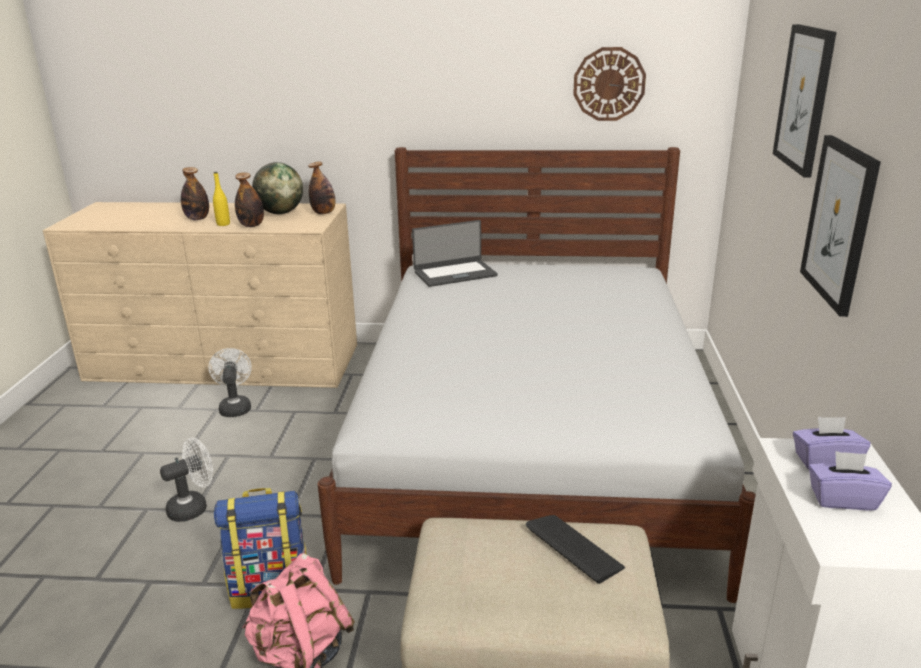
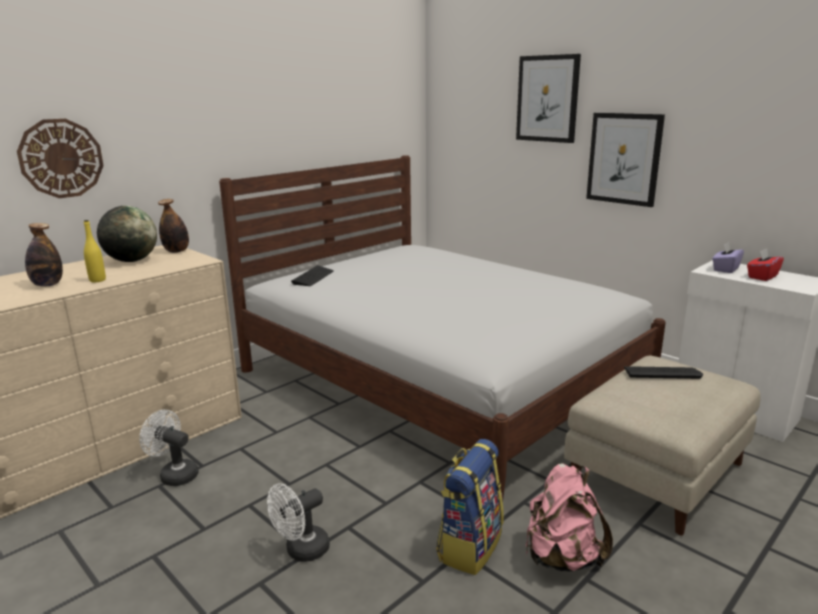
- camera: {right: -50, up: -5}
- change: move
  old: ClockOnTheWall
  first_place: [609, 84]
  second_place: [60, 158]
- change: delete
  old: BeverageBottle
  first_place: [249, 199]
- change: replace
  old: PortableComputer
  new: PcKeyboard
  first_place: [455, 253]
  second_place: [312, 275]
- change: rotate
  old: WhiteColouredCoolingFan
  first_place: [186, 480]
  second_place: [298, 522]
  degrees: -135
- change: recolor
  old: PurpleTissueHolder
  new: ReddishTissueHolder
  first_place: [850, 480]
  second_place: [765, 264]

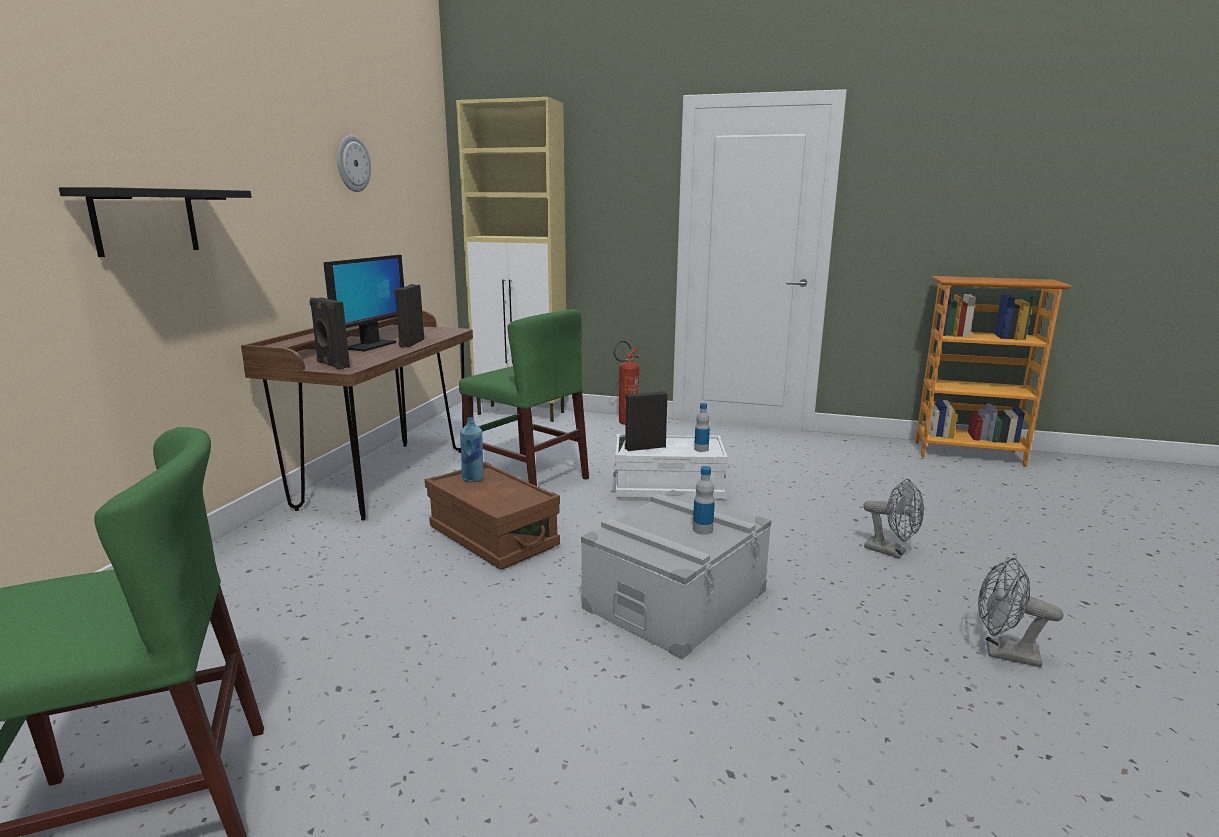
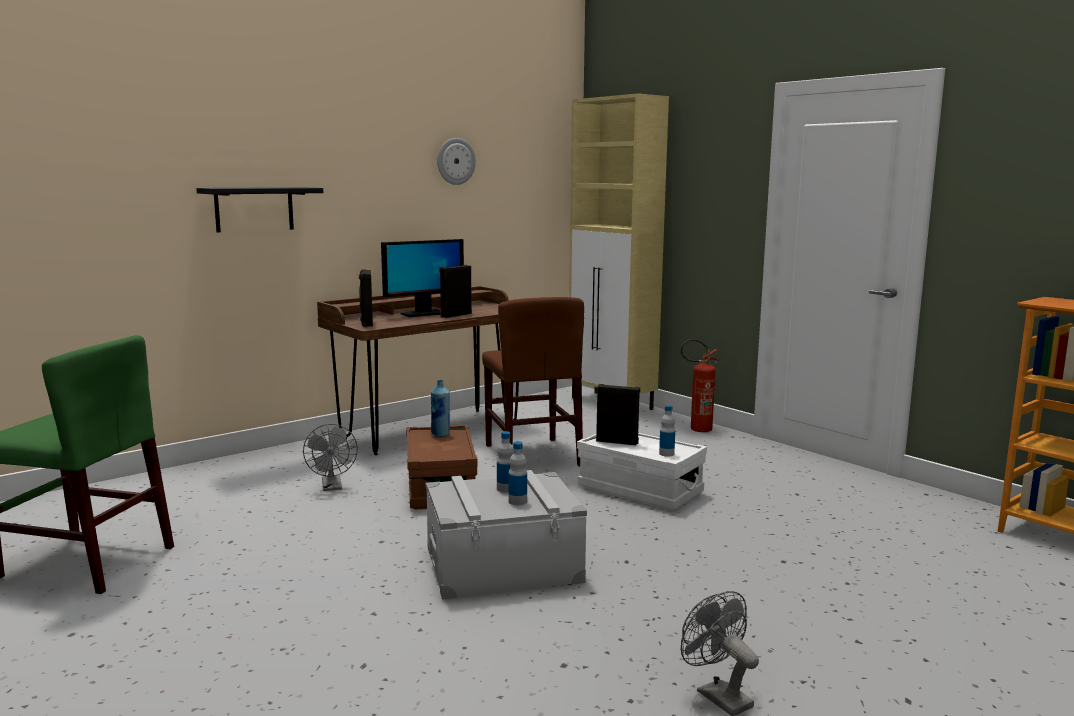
- camera: {right: 35, up: -5}
- change: recolor
  old: GreenColouredPlainChair
  new: BrownishPlainChair
  first_place: [524, 397]
  second_place: [533, 382]
- change: move
  old: GreyishCoolingFan
  first_place: [894, 519]
  second_place: [330, 457]
- change: insert
  new: BeverageBottle
  second_place: [505, 462]

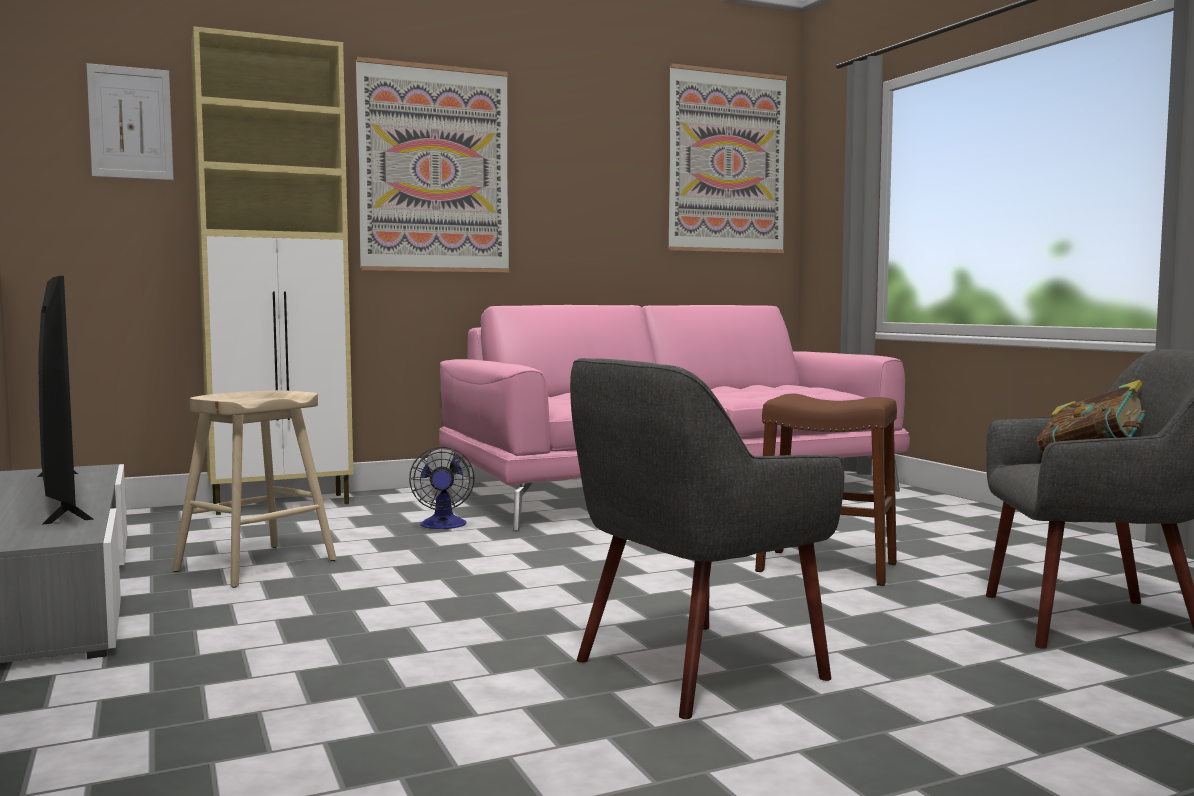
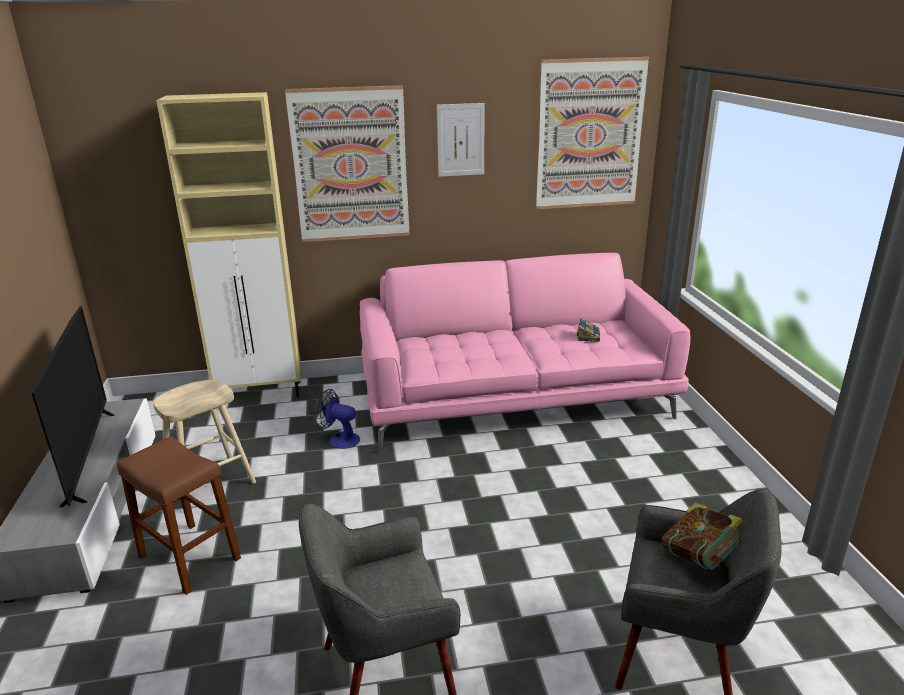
- camera: {right: 15, up: 20}
- change: move
  old: WallArt
  first_place: [129, 121]
  second_place: [460, 140]
- change: move
  old: BrownishStool
  first_place: [826, 490]
  second_place: [179, 515]
- change: rotate
  old: CoolingFan
  first_place: [442, 488]
  second_place: [337, 419]
  degrees: 105
- change: insert
  new: BoundBook
  second_place: [588, 330]

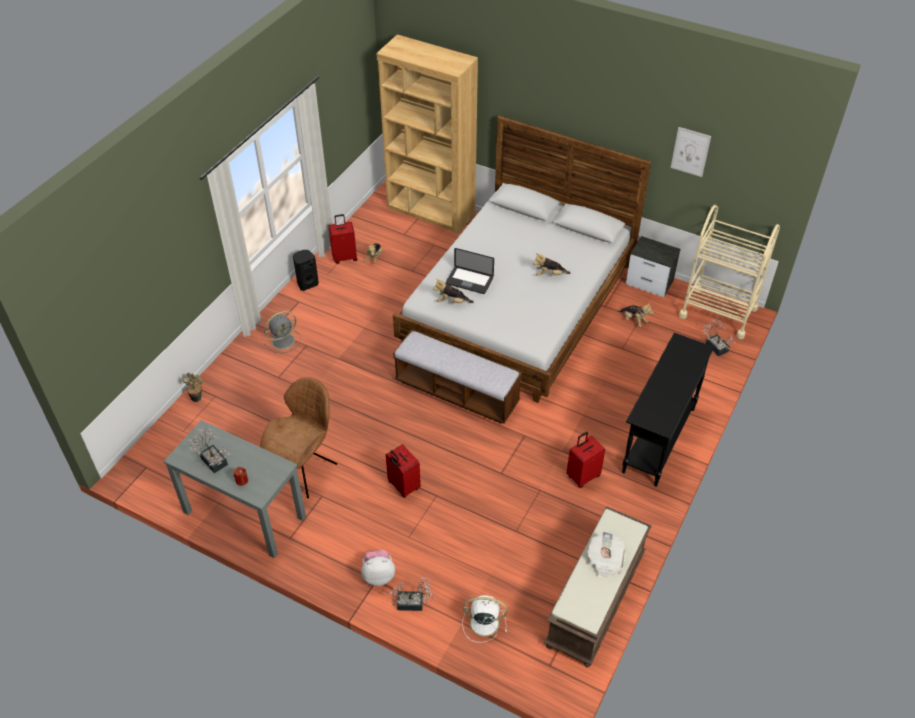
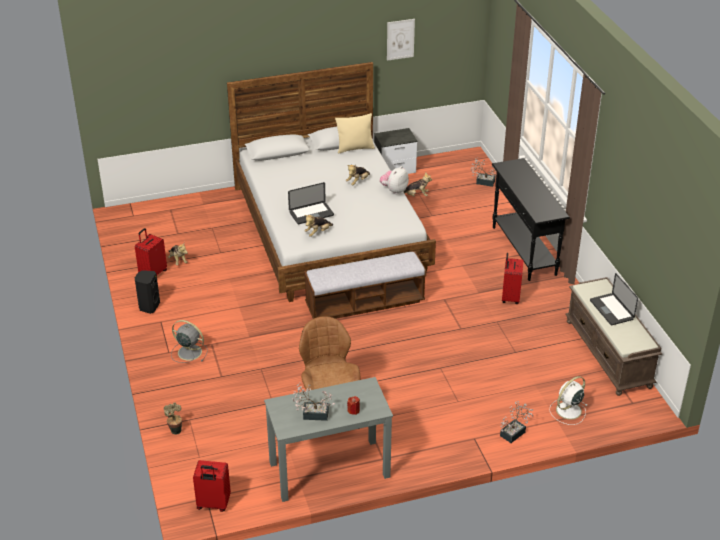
- camera: {right: -45, up: -10}
- change: delete
  old: BrownishBookcase
  first_place: [427, 134]
- change: delete
  old: BeigeCart
  first_place: [729, 272]
- change: rotate
  old: GreyishCoolingFan
  first_place: [282, 332]
  second_place: [189, 341]
  degrees: -75
- change: move
  old: ReddishSuitcase
  first_place: [403, 471]
  second_place: [212, 486]
- change: replace
  old: PrintedPaper
  new: PortableComputer
  first_place: [606, 554]
  second_place: [614, 299]
- change: move
  old: CuddlyToy
  first_place: [378, 568]
  second_place: [394, 180]
- change: insert
  new: BeigeCushion
  second_place: [355, 133]

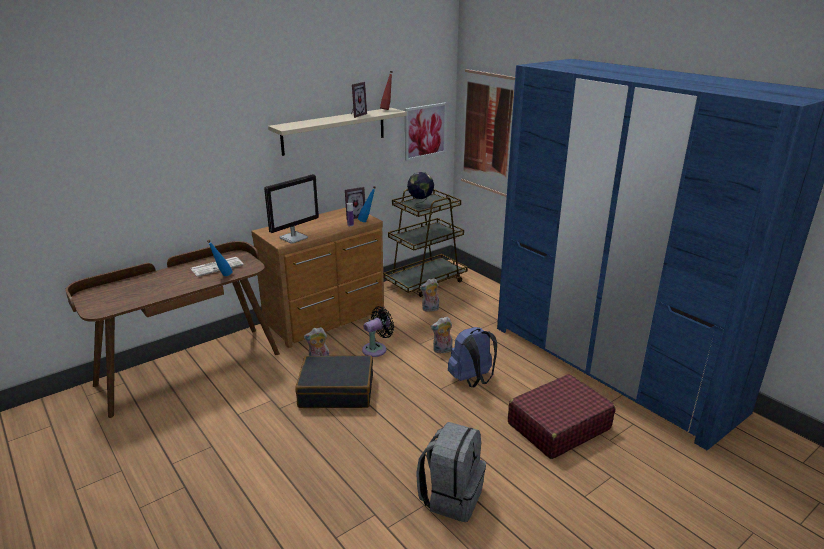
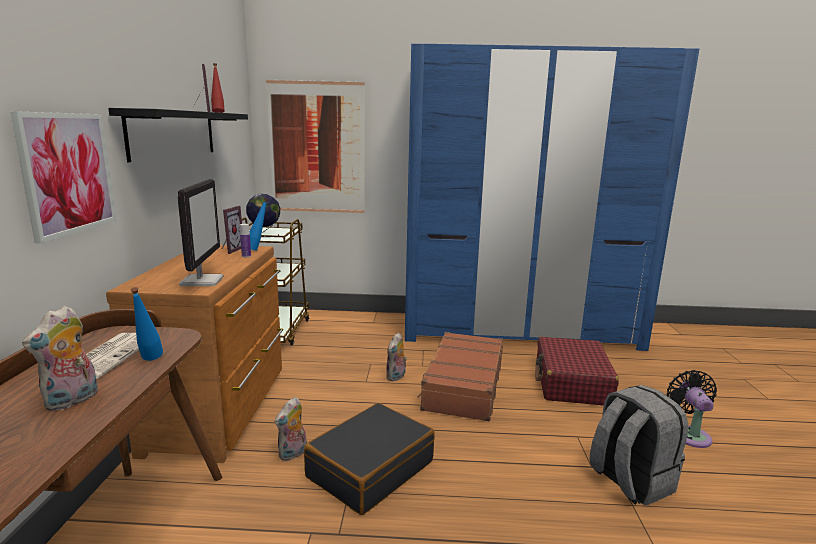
- camera: {right: -50, up: -10}
- change: move
  old: WallArt
  first_place: [426, 132]
  second_place: [63, 177]
- change: recolor
  old: BeigeShelf
  new: BlackishShelf
  first_place: [337, 132]
  second_place: [178, 135]
- change: move
  old: CuddlyToy
  first_place: [429, 295]
  second_place: [60, 358]
- change: move
  old: BlackishCoolingFan
  first_place: [378, 331]
  second_place: [692, 409]
- change: replace
  old: BlueBackpack
  new: BrownishSuitcase
  first_place: [472, 357]
  second_place: [460, 376]

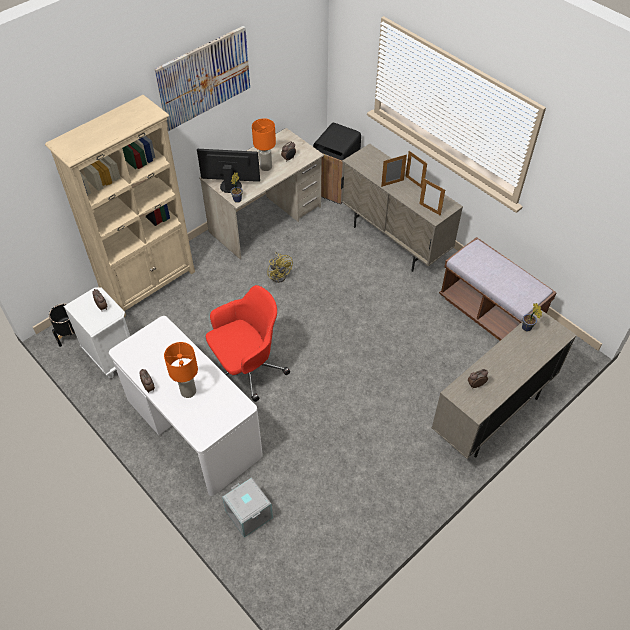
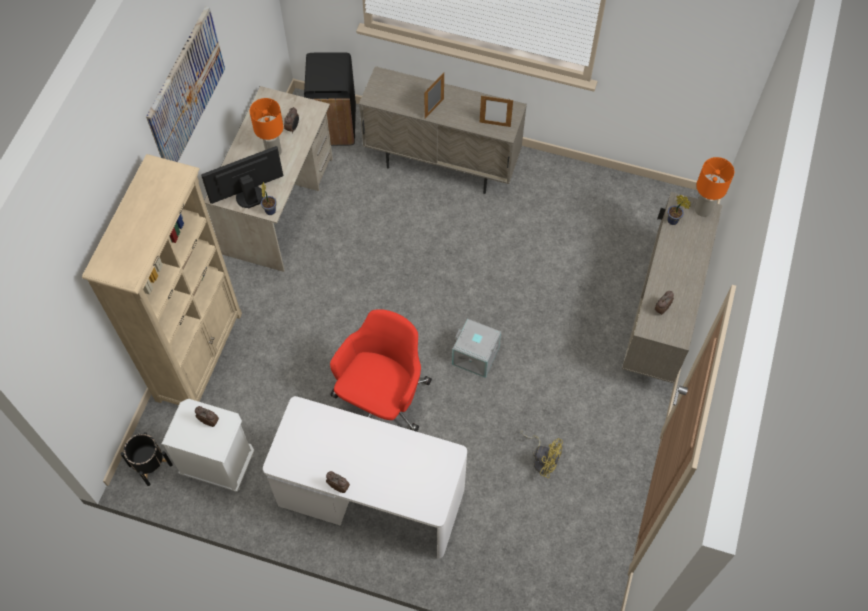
- camera: {right: -30, up: 10}
- change: delete
  old: PictureFrame
  first_place: [416, 169]
- change: delete
  old: BrownishBench
  first_place: [498, 289]
- change: move
  old: YellowCoolingFan
  first_place: [280, 267]
  second_place: [541, 454]
- change: move
  old: OrangeyTabletopLamp
  first_place: [181, 370]
  second_place: [714, 187]
- change: move
  old: GreyishStorageBox
  first_place: [247, 507]
  second_place: [476, 348]

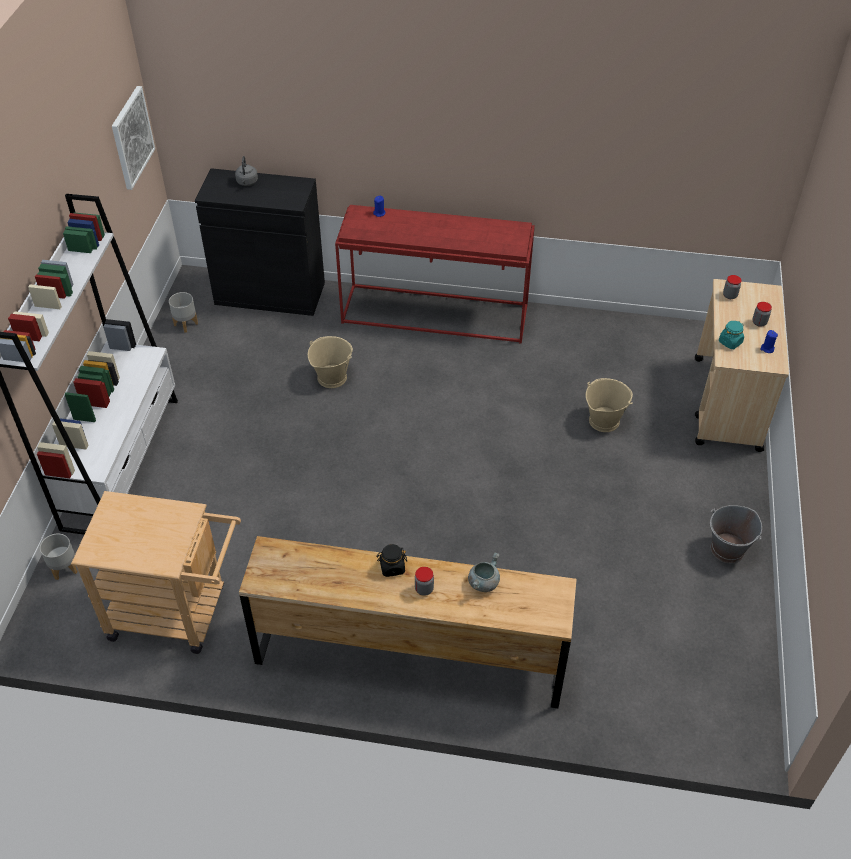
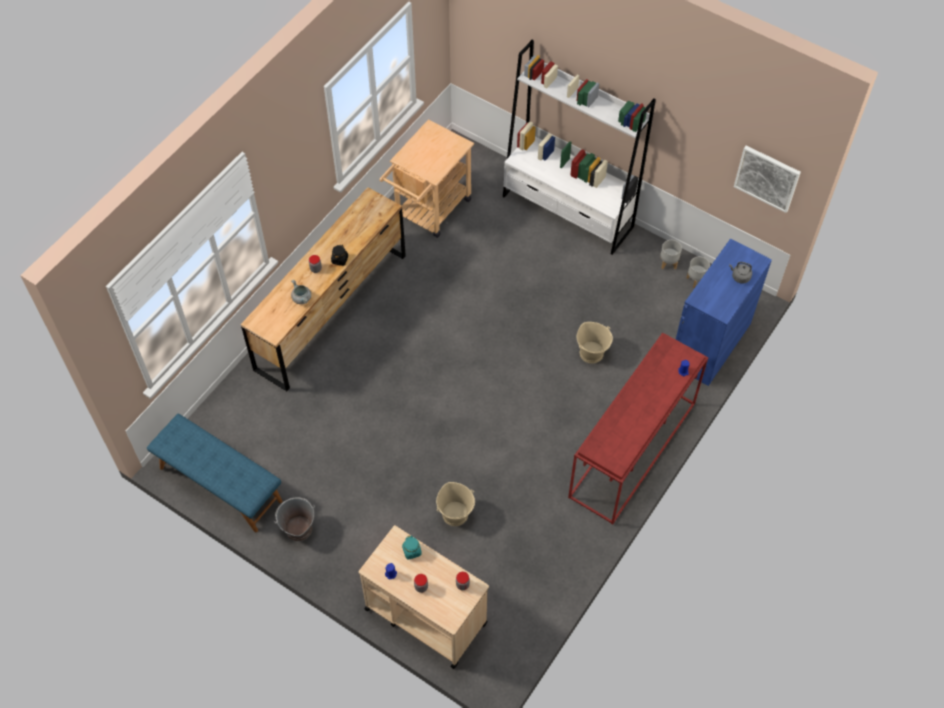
- camera: {right: 115, up: 10}
- change: recolor
  old: BlackishStorageCabinet
  new: BlueStorageCabinet
  first_place: [260, 242]
  second_place: [724, 312]
- change: move
  old: GreyishFlowerPot
  first_place: [59, 557]
  second_place: [671, 254]
- change: insert
  new: BlueBench
  second_place: [215, 473]

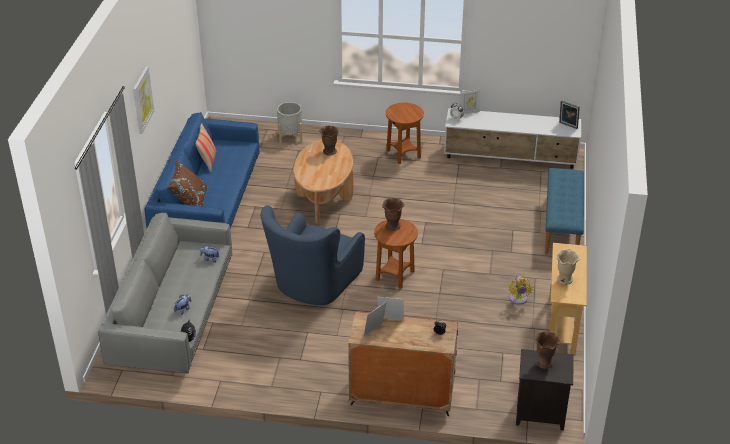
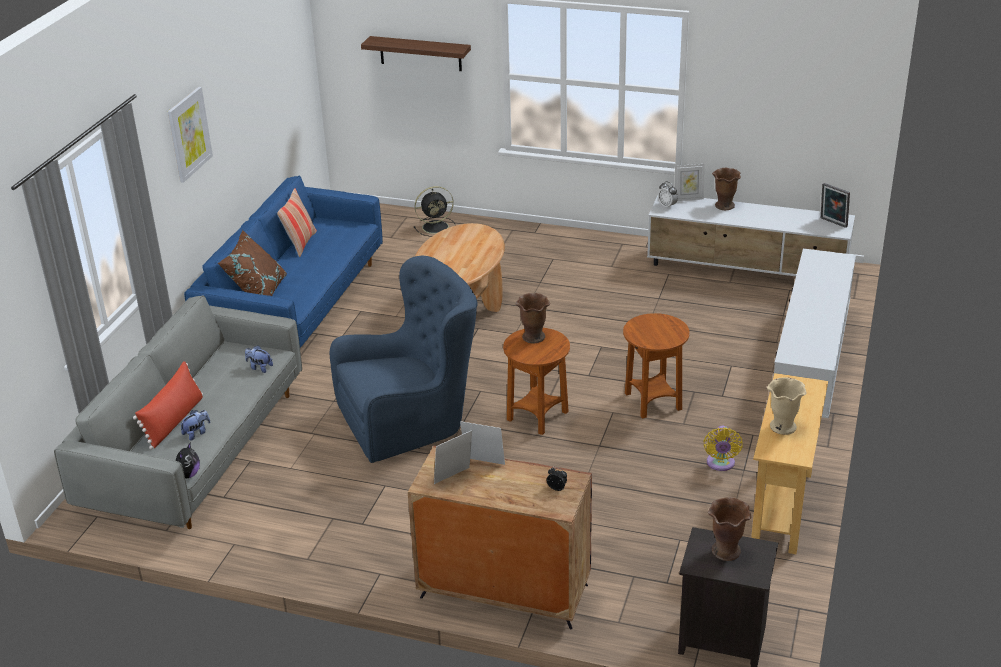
- camera: {right: 10, up: -5}
- change: replace
  old: GreyishFlowerPot
  new: BlackishCoolingFan
  first_place: [289, 123]
  second_place: [435, 211]
- change: move
  old: BrownishEndTable
  first_place: [405, 133]
  second_place: [656, 366]
- change: move
  old: BrownishFlowerVase
  first_place: [329, 140]
  second_place: [726, 189]
- change: replace
  old: BlueBench
  new: WhiteColouredTvUnit
  first_place: [564, 211]
  second_place: [814, 333]
- change: rotate
  old: BlueArmchair
  first_place: [313, 255]
  second_place: [404, 359]
  degrees: -150
- change: insert
  new: Shelf
  second_place: [416, 53]
- change: insert
  new: ReddishCushion
  second_place: [168, 405]

